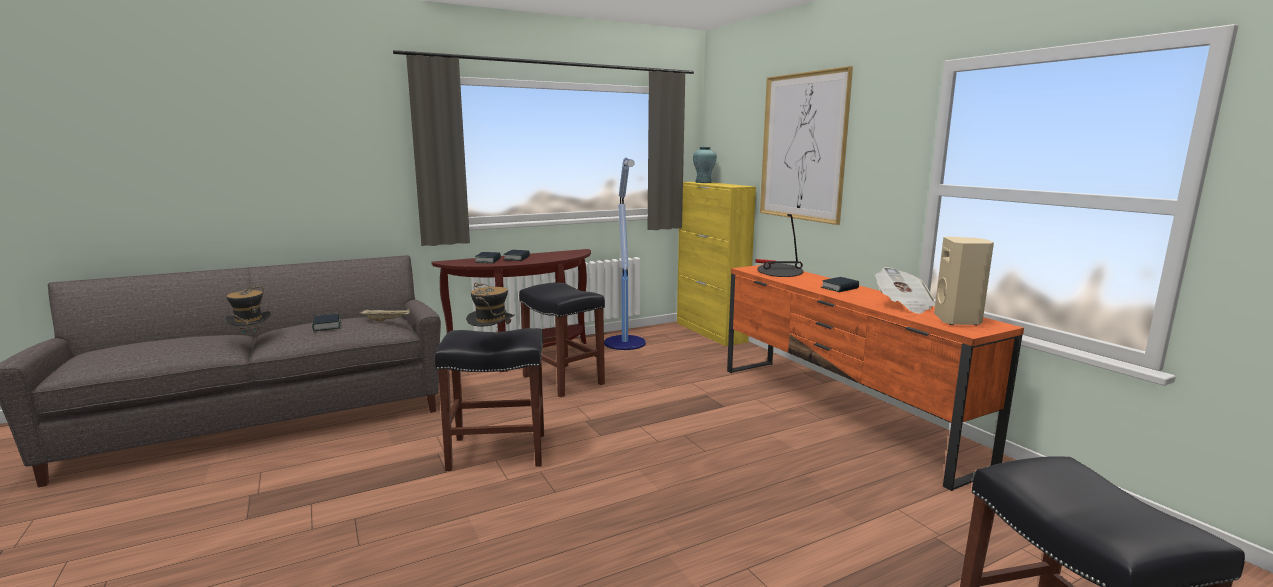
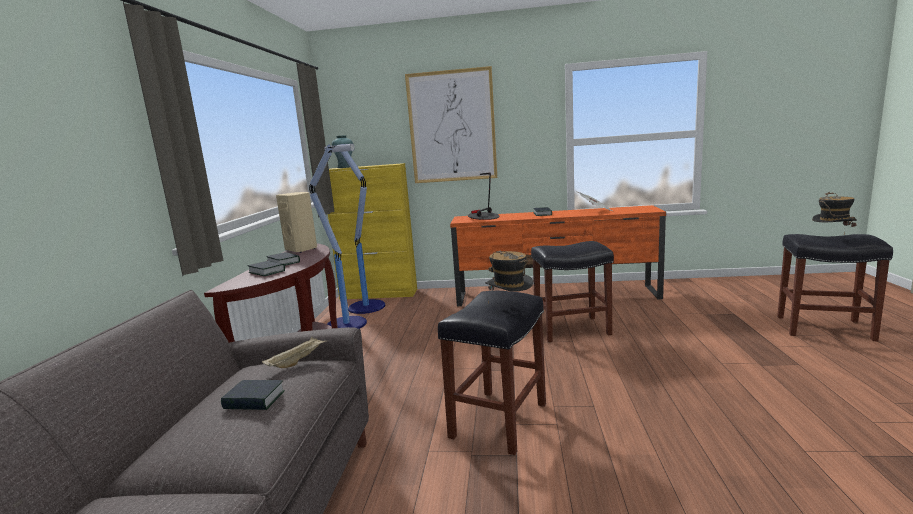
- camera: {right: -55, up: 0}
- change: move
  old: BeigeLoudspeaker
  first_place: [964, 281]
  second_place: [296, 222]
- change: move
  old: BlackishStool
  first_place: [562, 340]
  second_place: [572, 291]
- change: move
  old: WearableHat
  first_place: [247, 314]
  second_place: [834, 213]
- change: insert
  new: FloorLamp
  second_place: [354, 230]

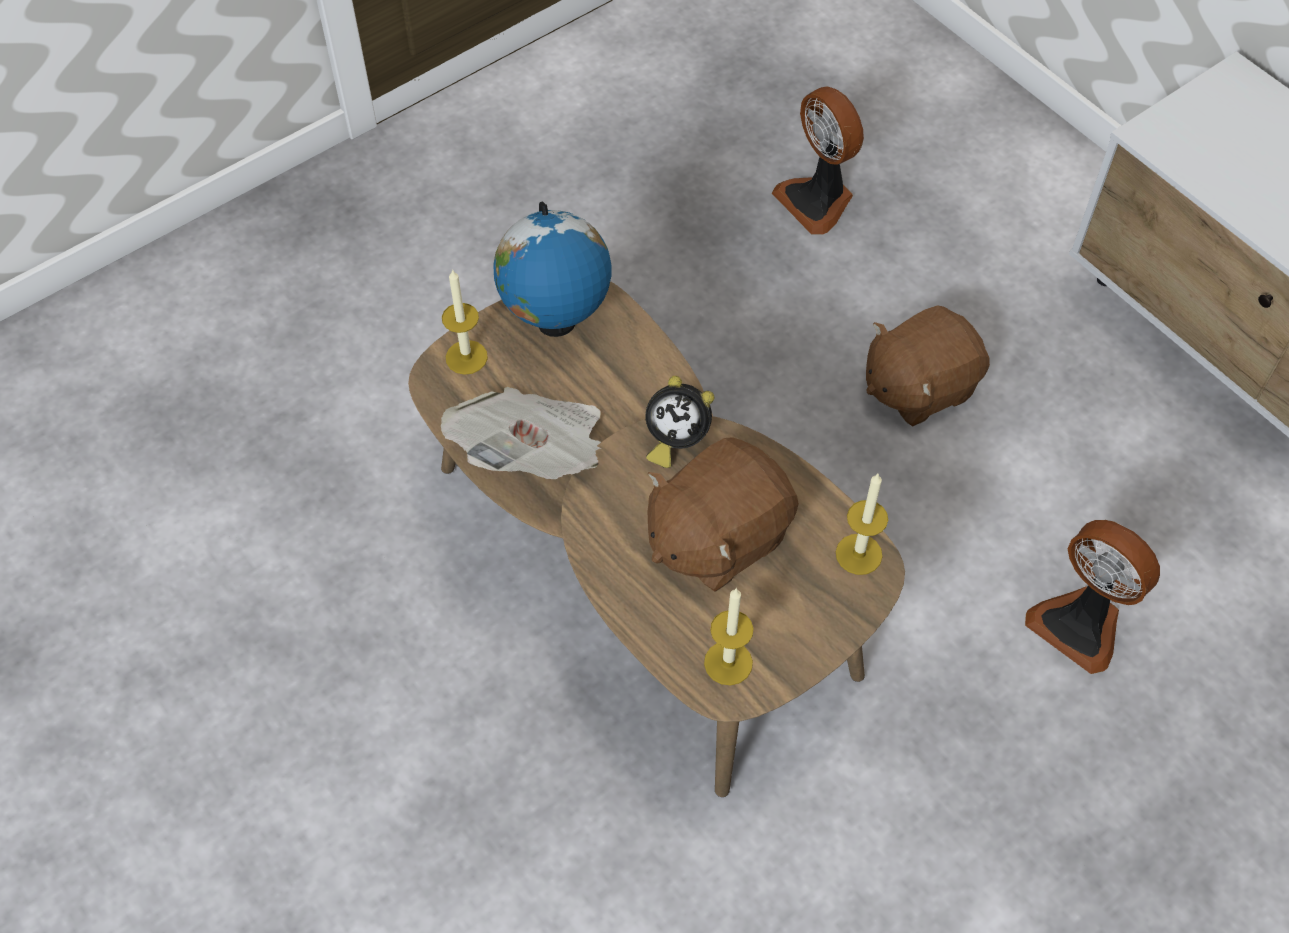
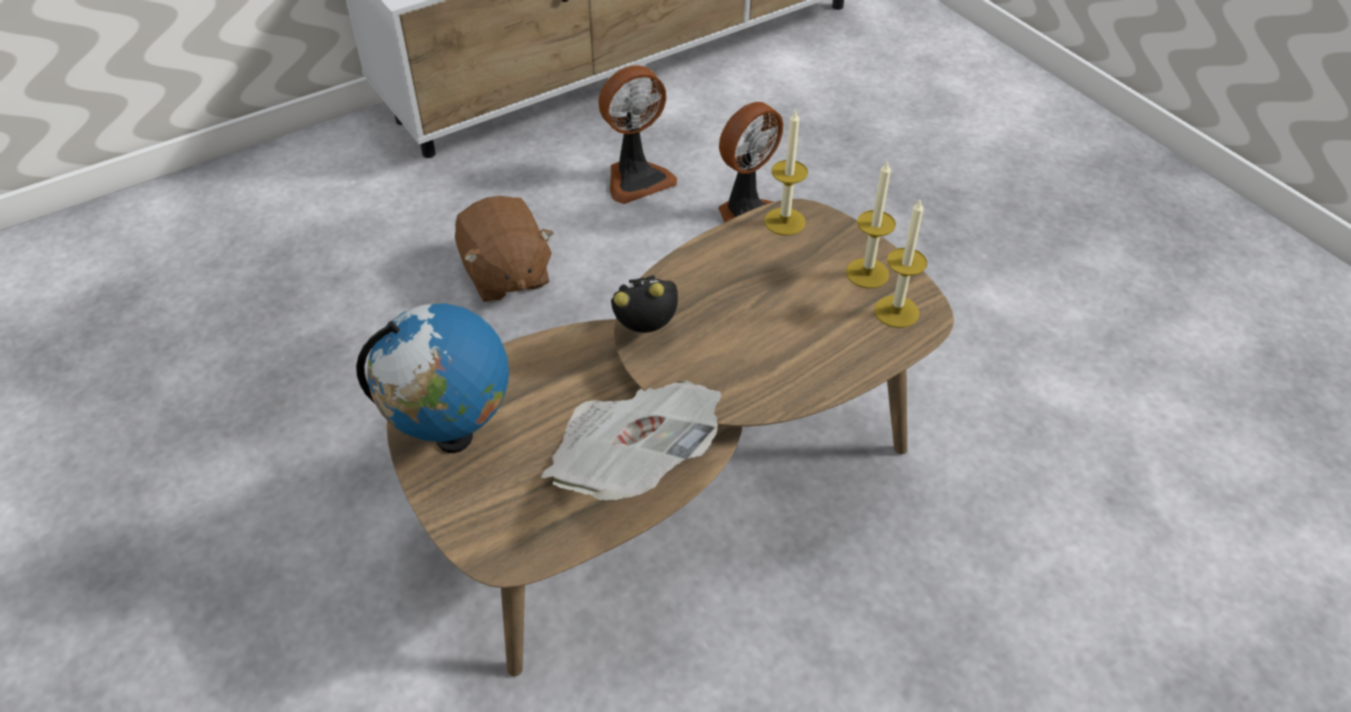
- camera: {right: -85, up: -10}
- change: move
  old: CoolingFan
  first_place: [818, 160]
  second_place: [637, 134]
- change: move
  old: Candle
  first_place: [465, 322]
  second_place: [871, 224]
- change: rotate
  old: AlarmClock
  first_place: [679, 422]
  second_place: [644, 304]
  degrees: -120
- change: delete
  old: BrownishCuddlyToy
  first_place: [723, 514]

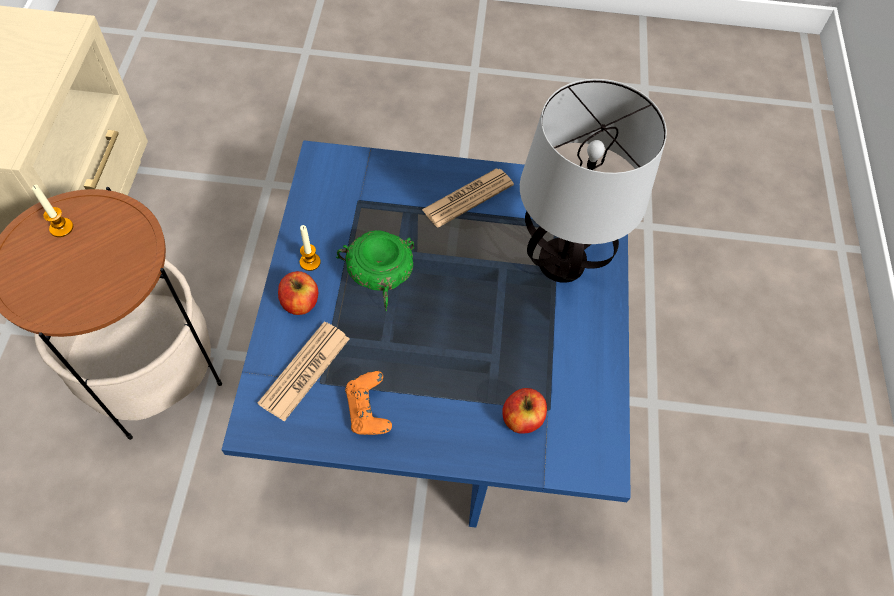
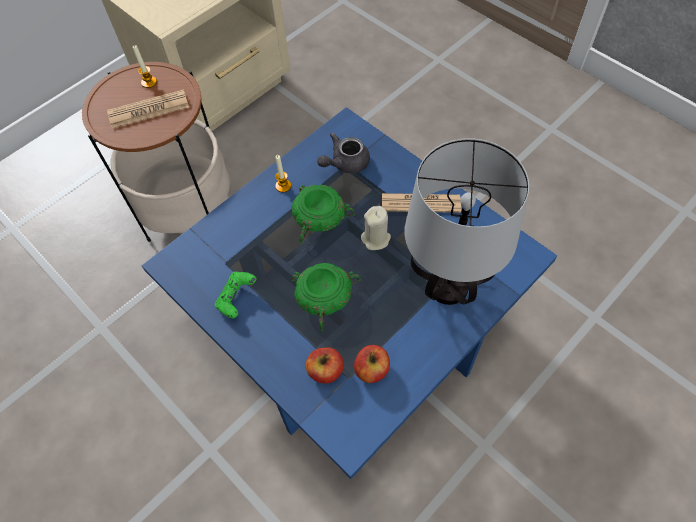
- camera: {right: 45, up: 0}
- change: move
  old: WholeApple
  first_place: [298, 293]
  second_place: [372, 364]
- change: move
  old: PrintedPaper
  first_place: [304, 372]
  second_place: [148, 108]
- change: recolor
  old: OrangeyGamepad
  new: GreenColouredGamepad
  first_place: [368, 403]
  second_place: [235, 295]
- change: insert
  new: GreyishPotForTea
  second_place: [343, 153]
- change: insert
  new: BeigeCandle
  second_place: [376, 228]
- change: insert
  new: GreenColouredDeepDish
  second_place: [326, 297]

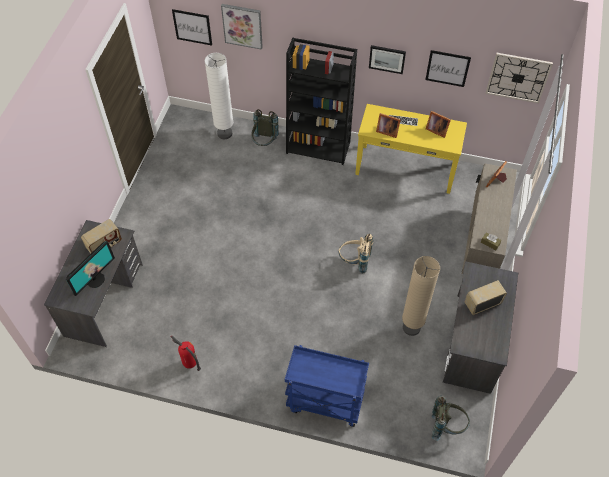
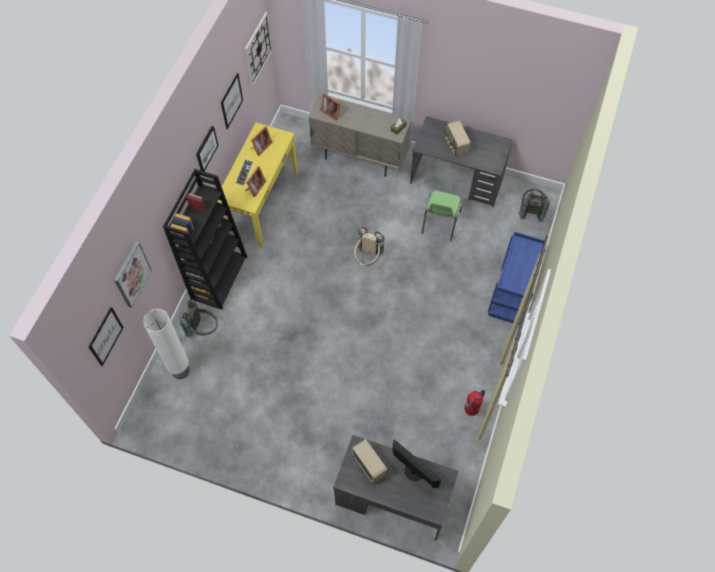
- camera: {right: -85, up: 5}
- change: replace
  old: BeigeFloorLamp
  new: GreenColouredPlainChair
  first_place: [421, 296]
  second_place: [441, 215]

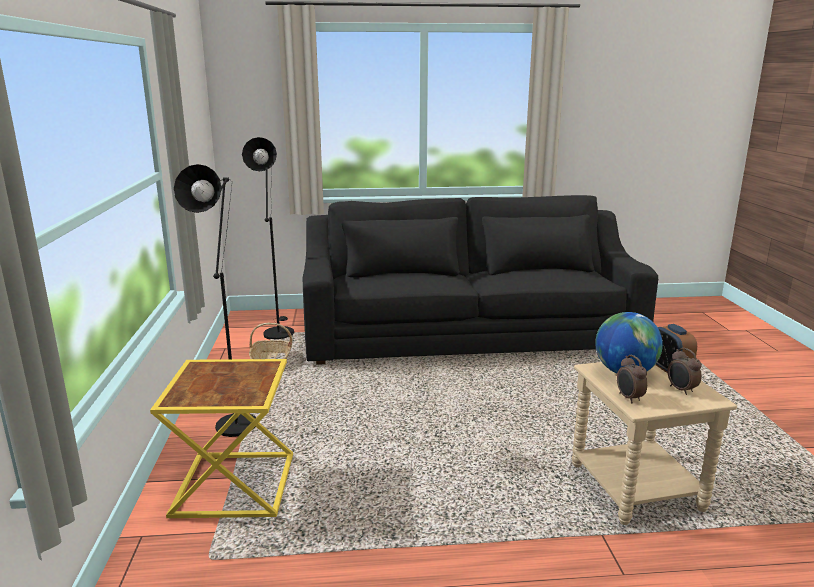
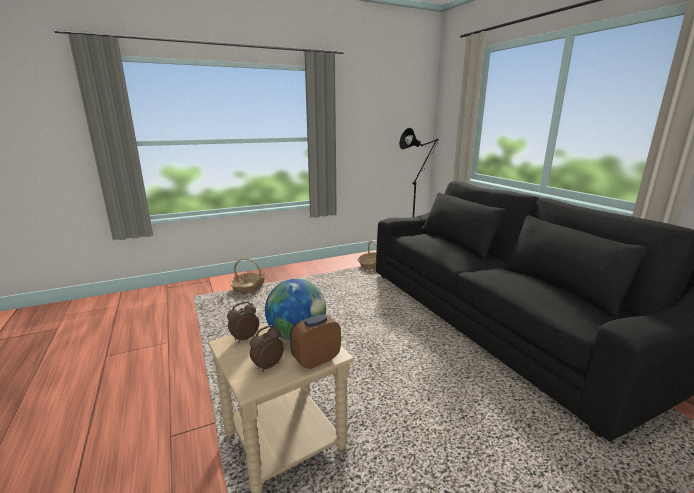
- camera: {right: 70, up: 0}
- change: delete
  old: BlackishFloorLamp
  first_place: [215, 300]
- change: replace
  old: YellowEndTable
  new: HouseholdBasket
  first_place: [221, 439]
  second_place: [248, 276]

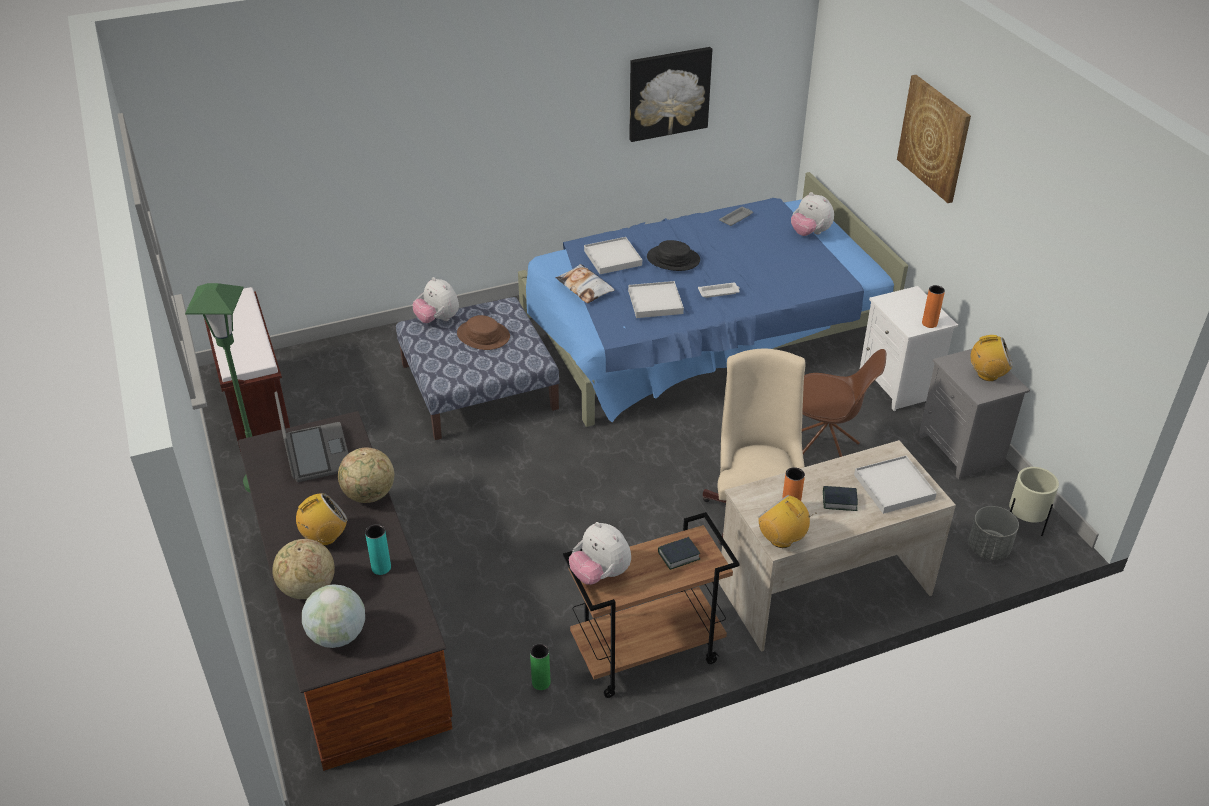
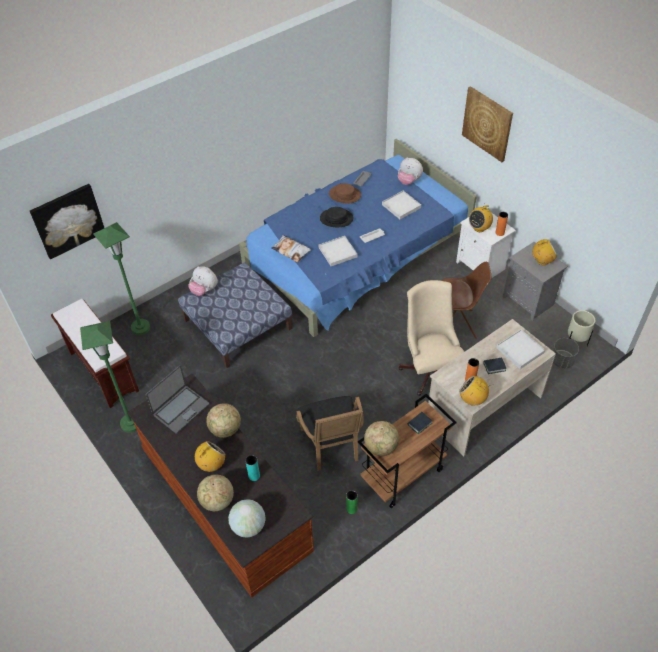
- camera: {right: -15, up: 10}
- change: move
  old: WallArt
  first_place: [670, 94]
  second_place: [67, 221]
- change: move
  old: WhiteColouredServingTray
  first_place: [613, 255]
  second_place: [401, 205]
- change: move
  old: BrownishWearableHat
  first_place: [483, 332]
  second_place: [345, 193]
- change: rotate
  old: PortableComputer
  first_place: [312, 436]
  second_place: [177, 399]
  degrees: 75
- change: replace
  old: CuddlyToy
  new: Globe
  first_place: [600, 553]
  second_place: [381, 438]
- change: insert
  new: RadioReceiver
  second_place: [481, 218]
- change: insert
  new: GreenColouredFloorLamp
  second_place: [121, 278]
- change: insert
  new: BlackishArmchair
  second_place: [330, 433]

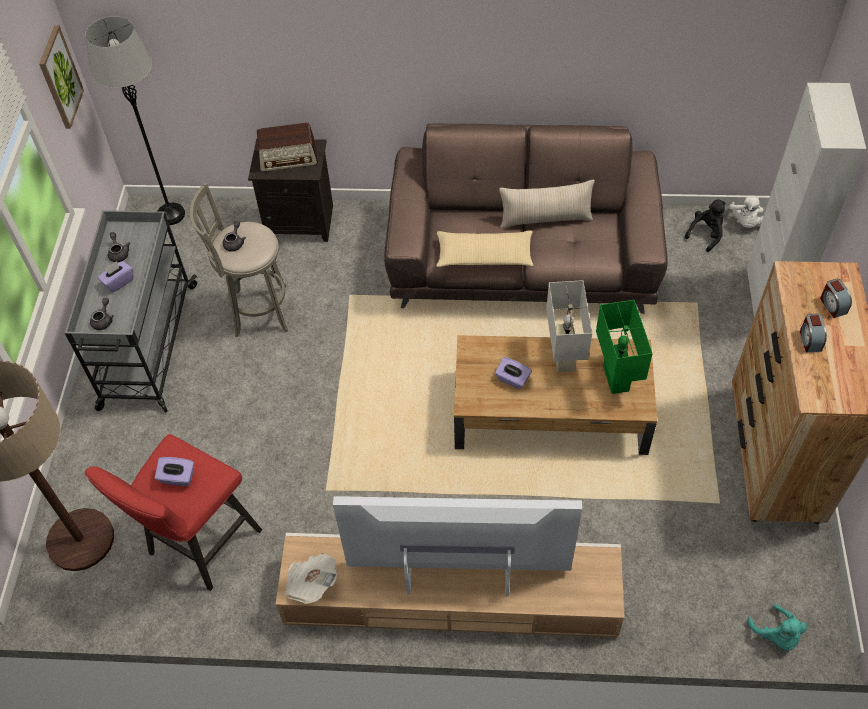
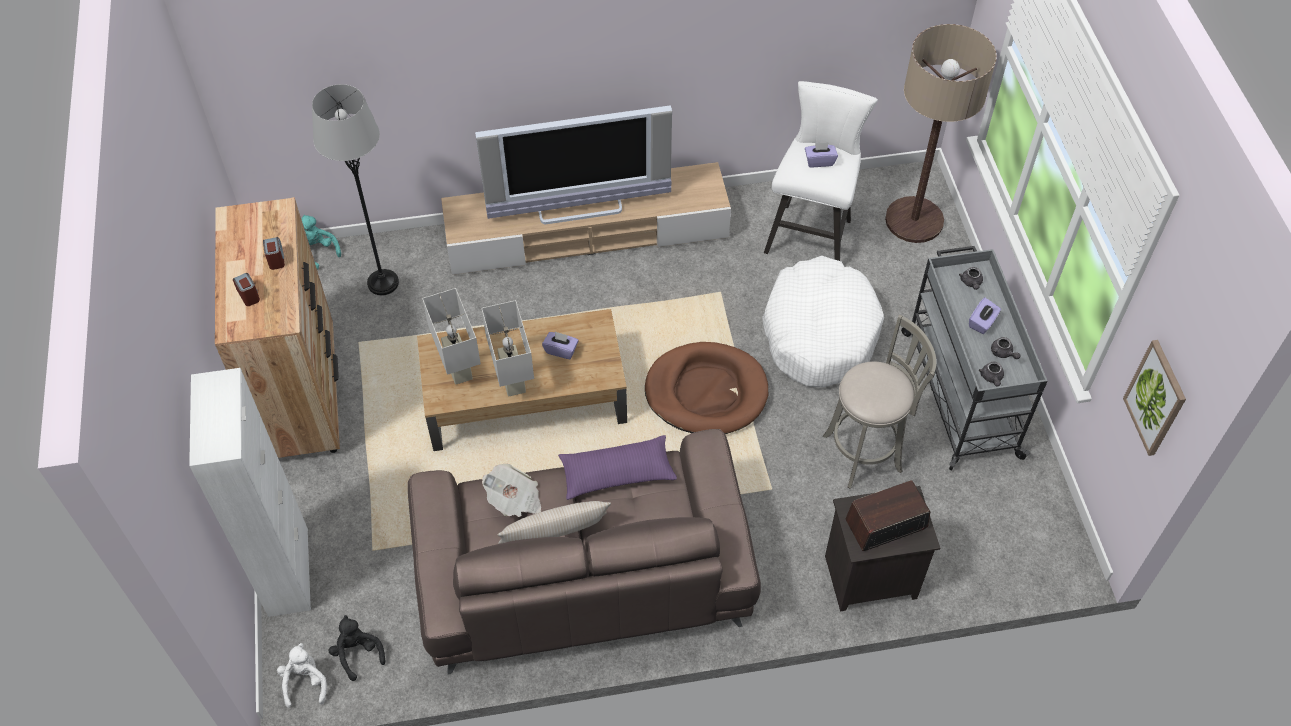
- camera: {right: 165, up: 0}
- change: move
  old: GreyishFloorLamp
  first_place: [135, 120]
  second_place: [355, 189]
- change: rotate
  old: BlackishCuddlyToy
  first_place: [705, 226]
  second_place: [357, 648]
  degrees: 120
- change: move
  old: GreyishPotForTea
  first_place: [234, 236]
  second_place: [991, 374]
- change: recolor
  old: BeigeCushion
  new: PurpleCushion
  first_place: [484, 248]
  second_place: [617, 467]
- change: recolor
  old: GreenColouredTabletopLamp
  new: WhiteColouredTabletopLamp
  first_place: [624, 347]
  second_place: [451, 336]
- change: recolor
  old: ReddishStool
  new: WhiteColouredStool
  first_place: [173, 512]
  second_place: [821, 171]
- change: move
  old: PrintedPaper
  first_place: [310, 578]
  second_place: [511, 490]
- change: insert
  new: WhiteColouredPetBed
  second_place: [823, 322]
- change: insert
  new: BrownishPetBed
  second_place: [706, 388]

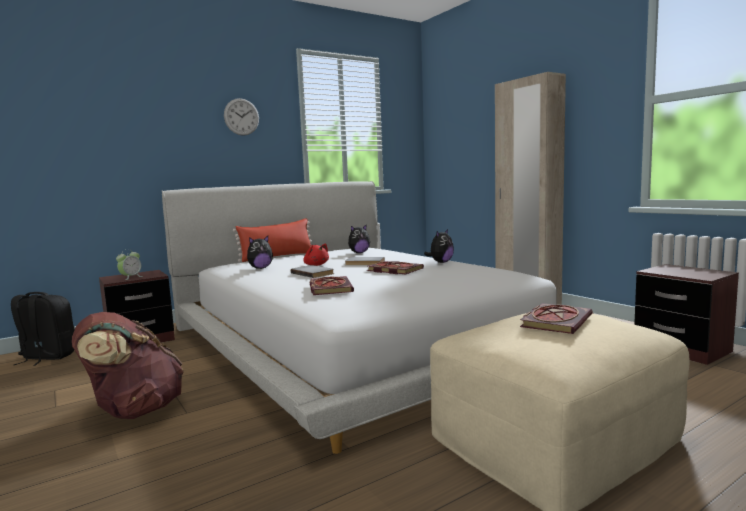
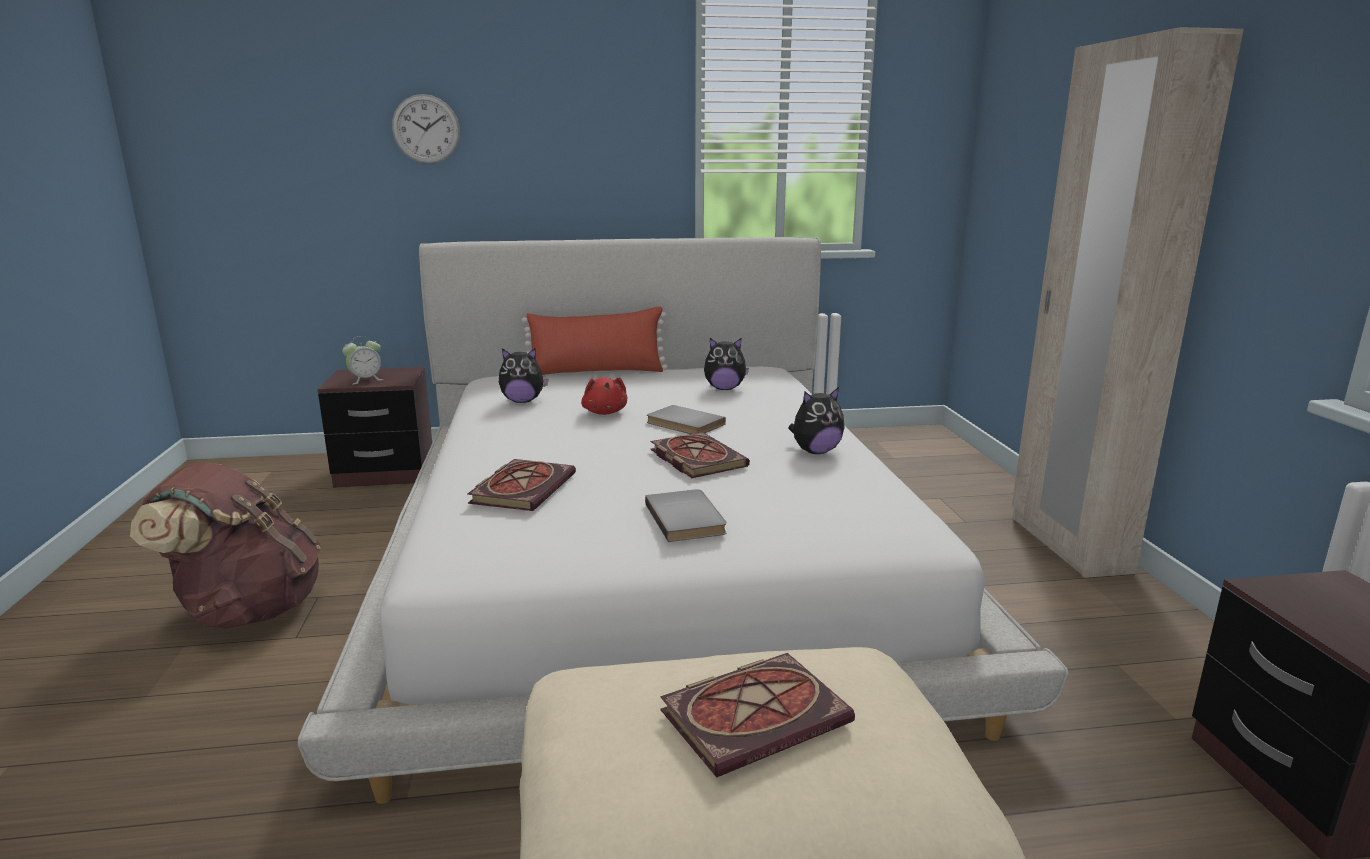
- camera: {right: 25, up: 10}
- change: move
  old: ClockOnTheWall
  first_place: [241, 117]
  second_place: [426, 129]
- change: move
  old: GreyishBoundBook
  first_place: [312, 271]
  second_place: [686, 515]
- change: delete
  old: BlackishBackpack
  first_place: [43, 329]

